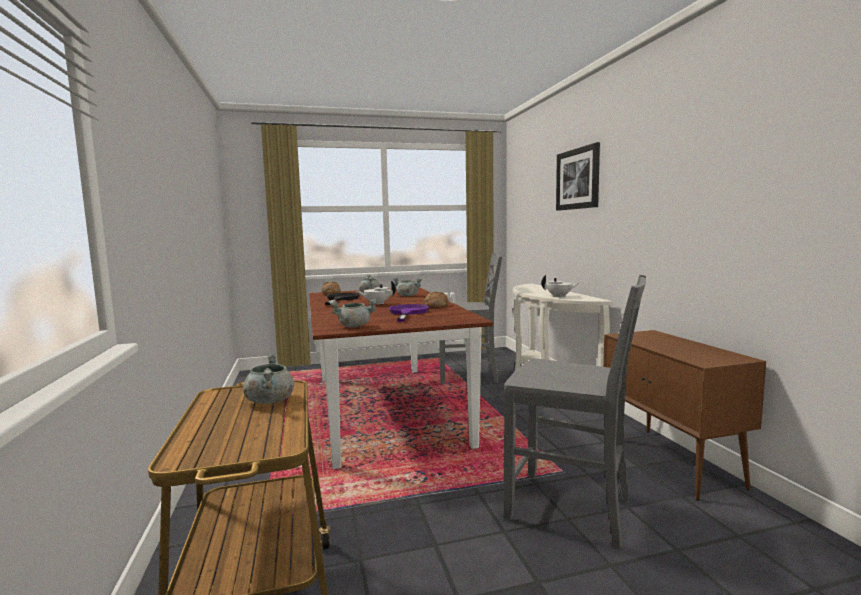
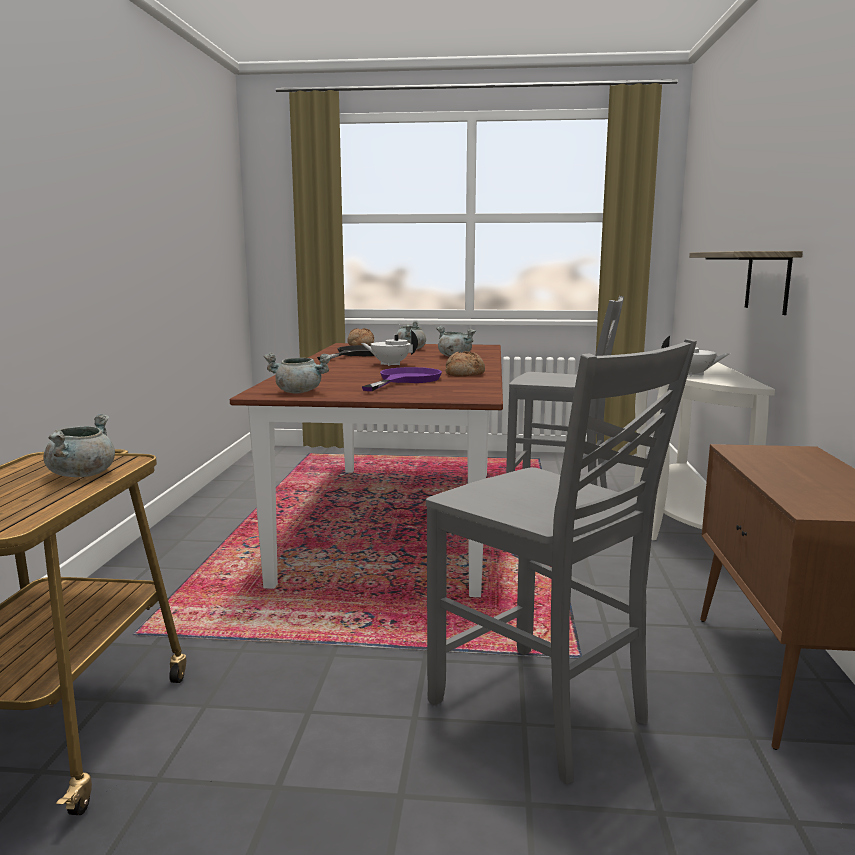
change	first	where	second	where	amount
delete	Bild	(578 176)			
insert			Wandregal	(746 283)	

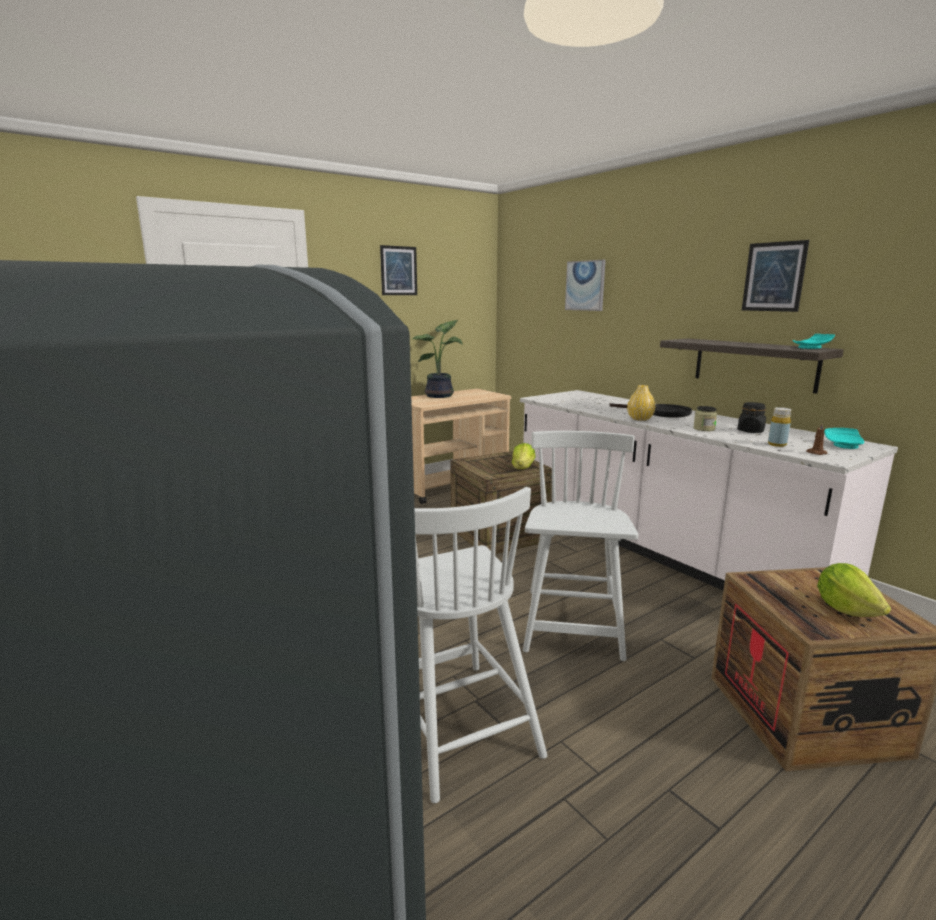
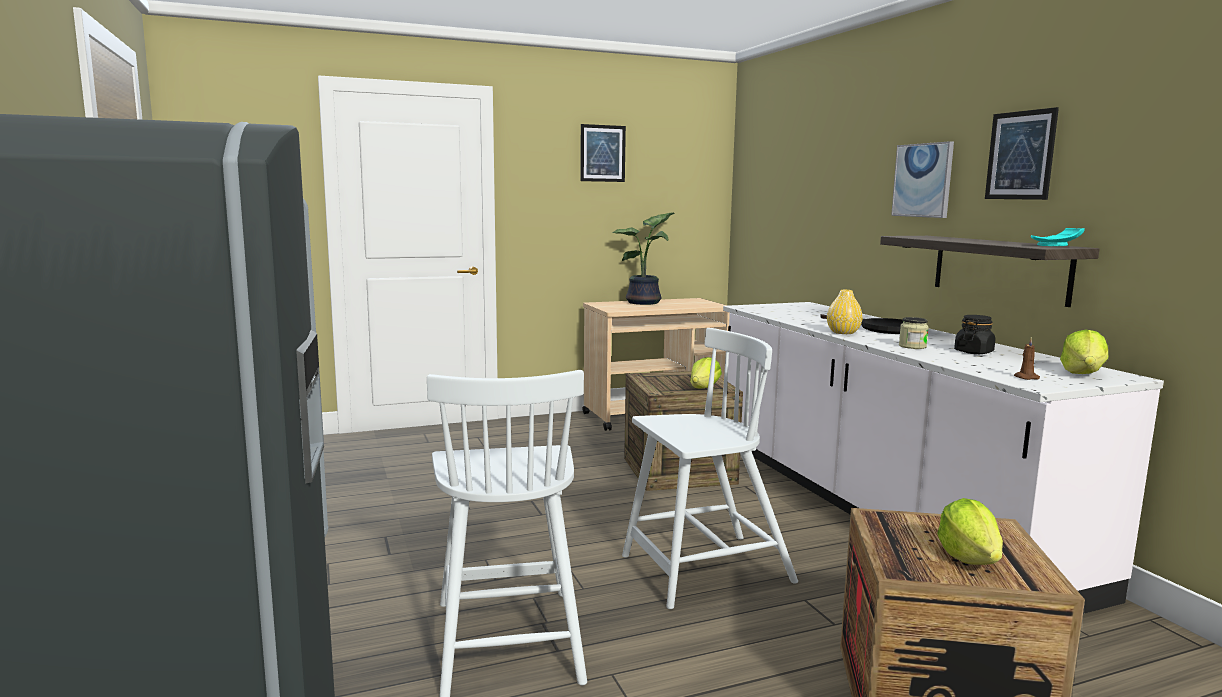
change	first	where	second	where	amount
move	Bild	(585 285)		(922 179)	
delete	Flasche/gelb	(779 427)			
replace	Teller/türkis	(844 438)	Salatkopf	(1084 351)	
rotate	Stuhl/weiß	(580 546)		(710 468)	45 degrees clockwise

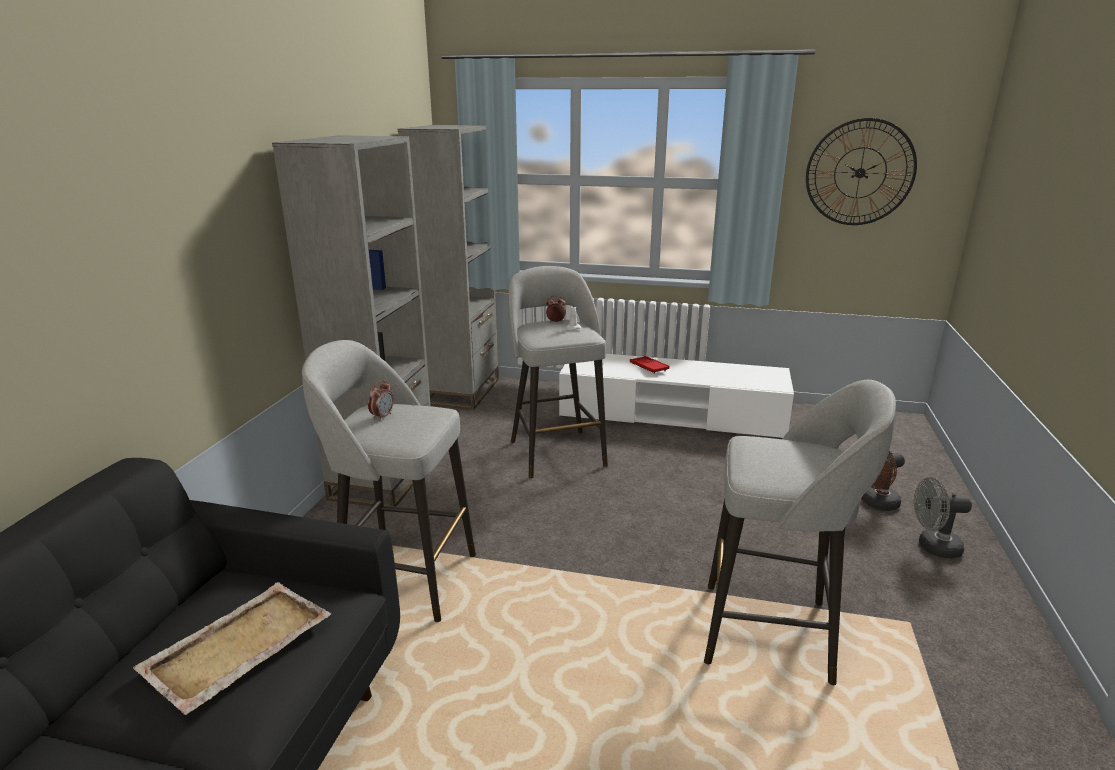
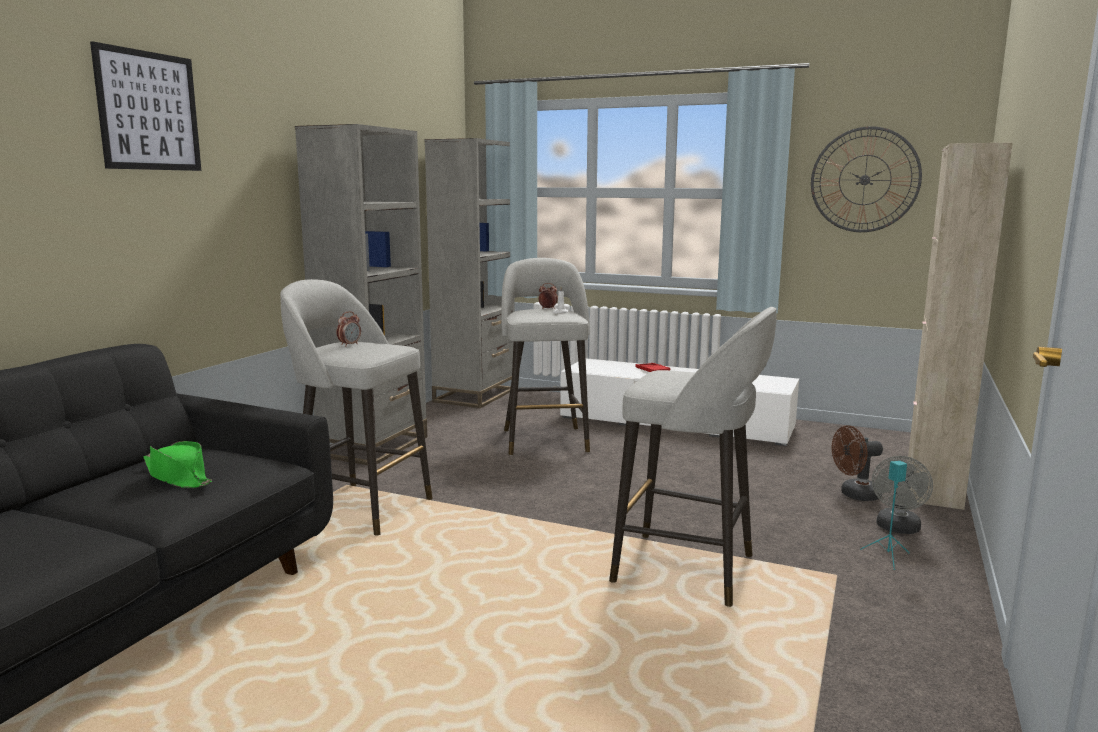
change	first	where	second	where	amount
rotate	Ventilator/grau	(942 517)		(902 495)	75 degrees counterclockwise
replace	Tablett/beige	(232 648)	Hut/grün	(177 464)	
insert			Bild	(145 106)	
insert			Schrank/beige	(960 326)	
insert			Lautsprecher/türkis	(884 515)	

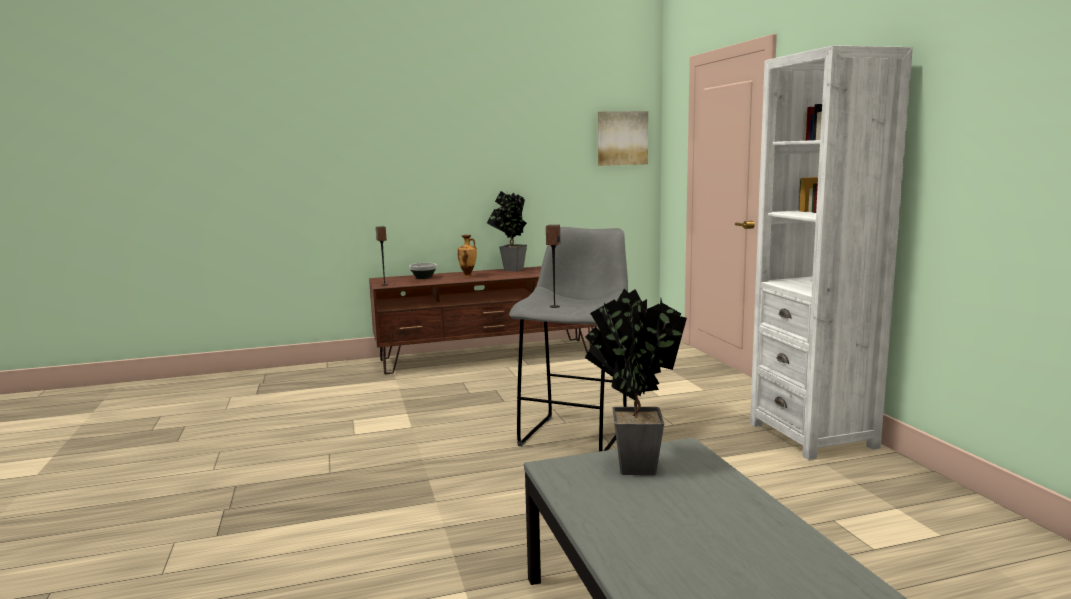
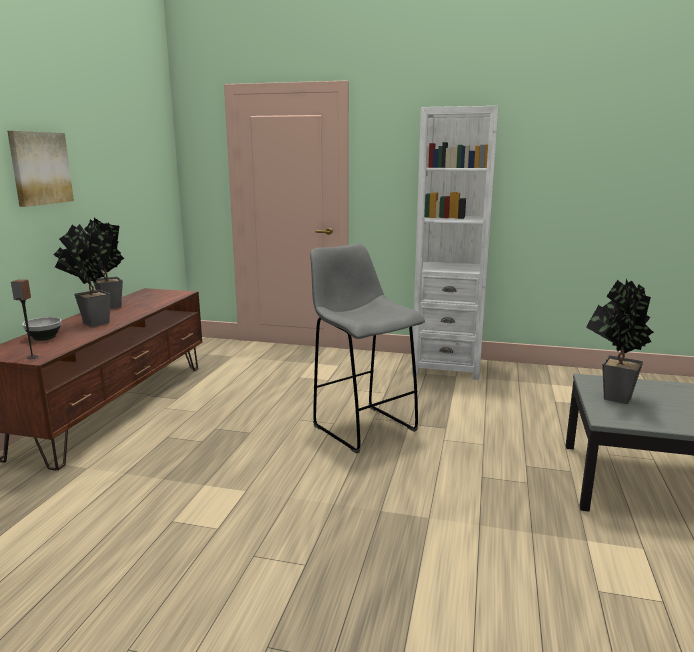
change	first	where	second	where	amount
move	Bild	(623 138)		(40 169)	
delete	Lautsprecher	(553 266)			
replace	Vase	(467 256)	Topfpflanze	(83 275)	

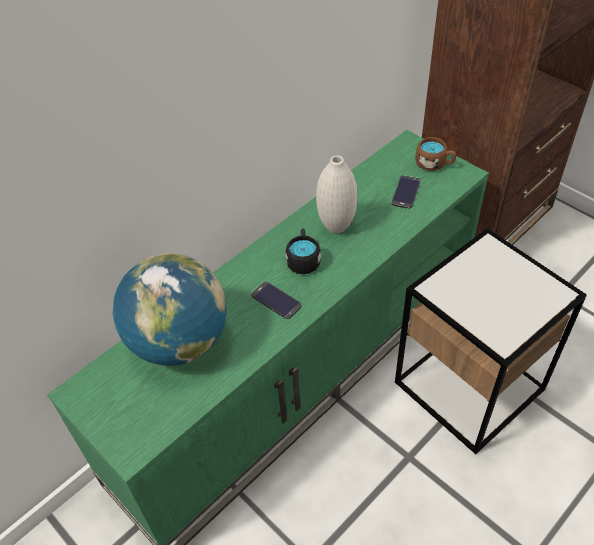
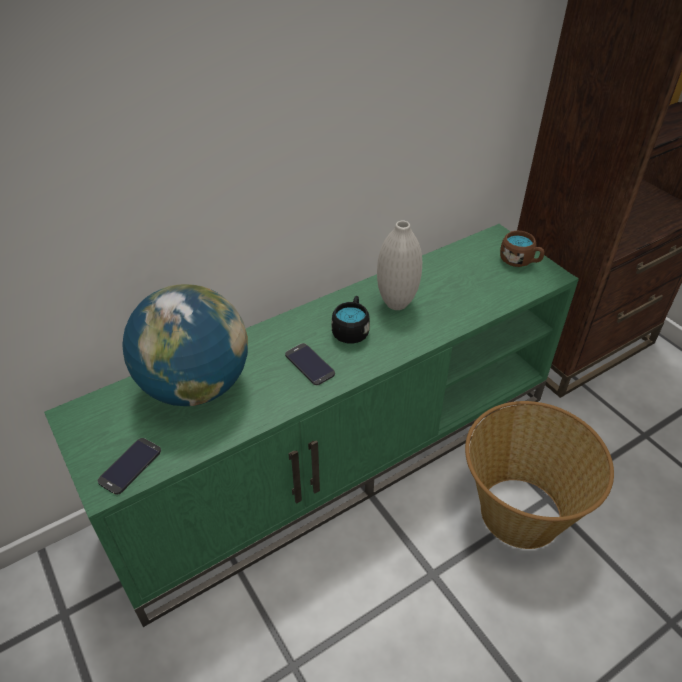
change	first	where	second	where	amount
move	Handy	(406 192)		(129 466)	
replace	Beistelltisch	(491 341)	Korb	(539 475)	

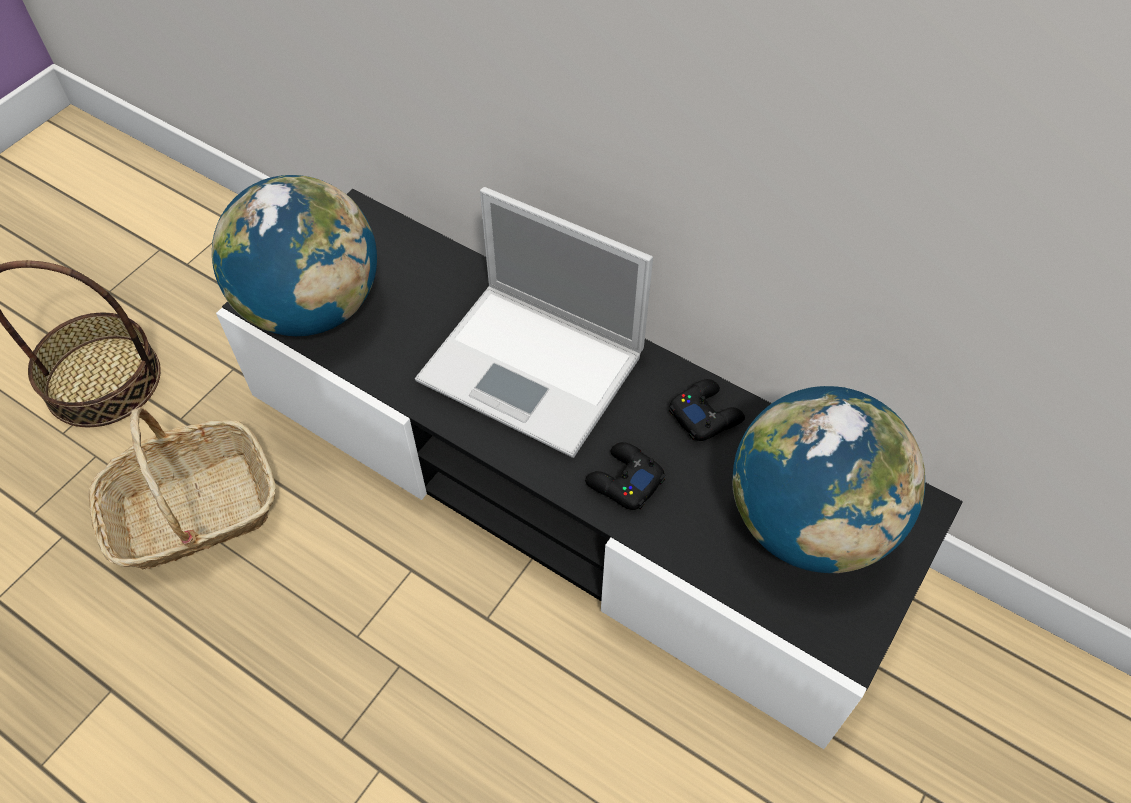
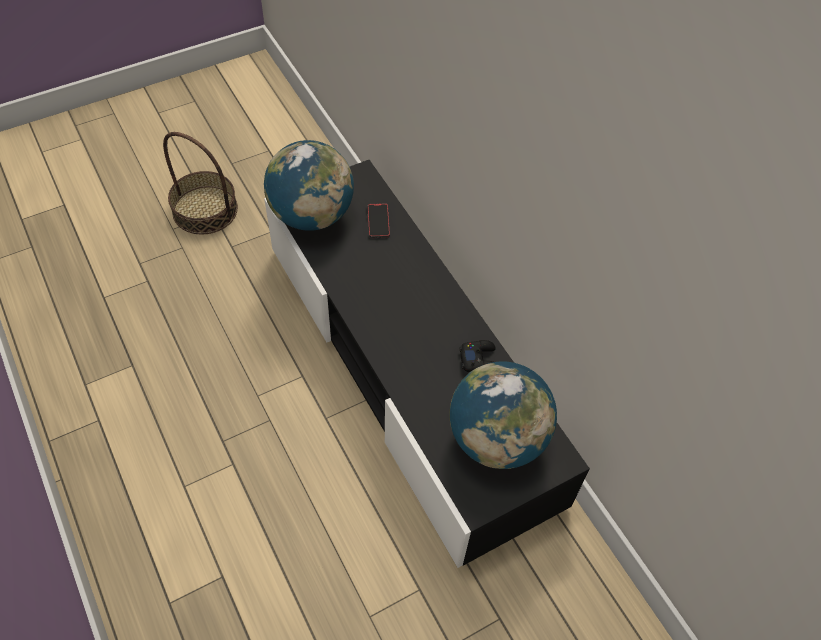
change	first	where	second	where	amount
delete	Laptop	(534 322)			
delete	Korb	(182 488)			
delete	Gamepad/schwarz	(625 476)			
insert			Handy	(379 220)	

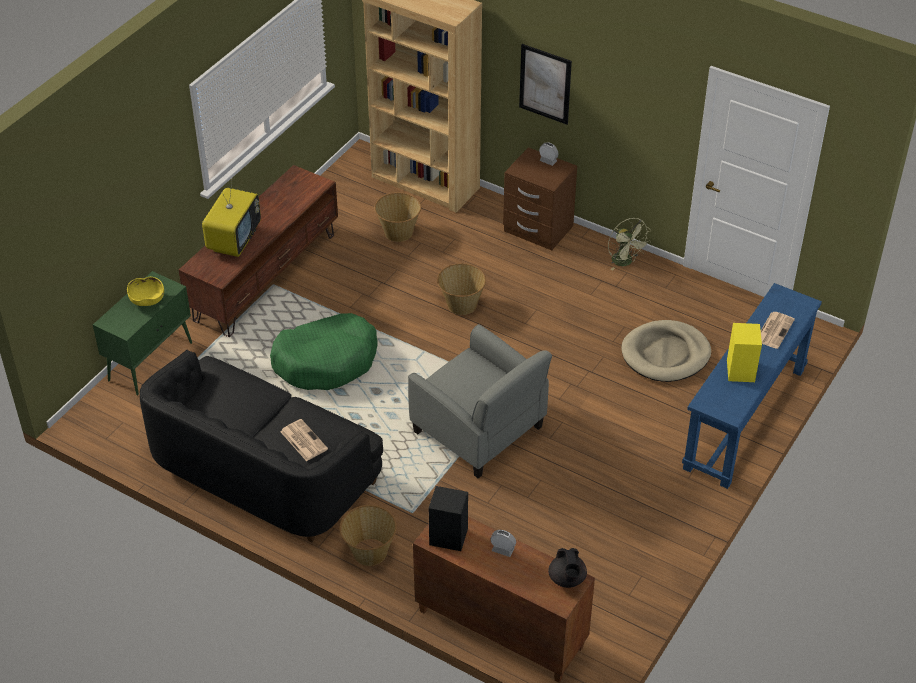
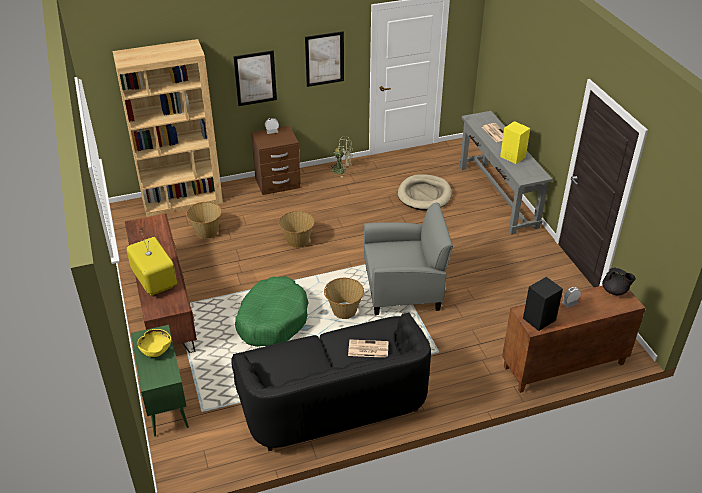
change	first	where	second	where	amount
recolor	Konsolentisch/blau	(752 386)	Konsolentisch/grau	(505 173)	
move	Korb	(368 535)		(344 298)	
insert			Bild	(324 59)	

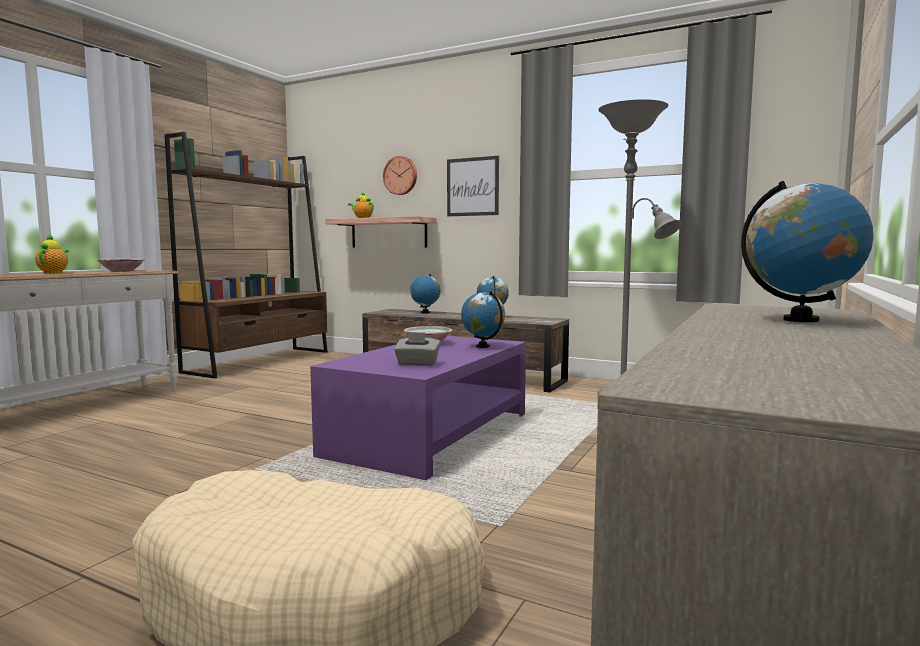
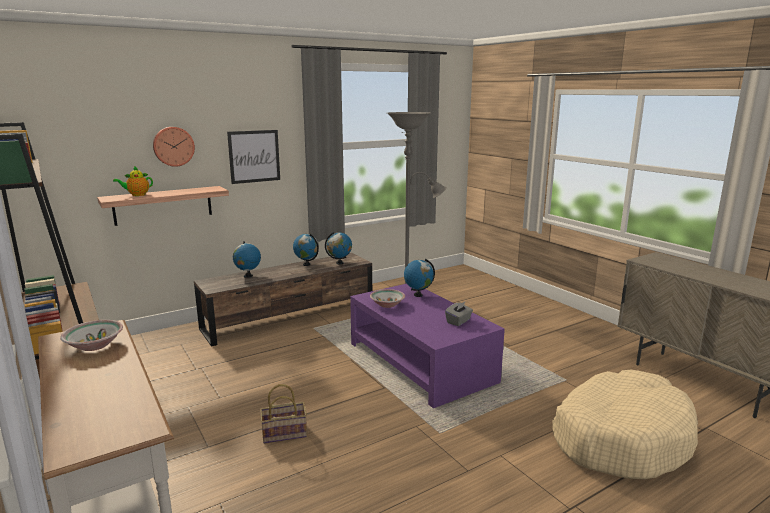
change	first	where	second	where	amount
move	Globus	(807 251)		(338 248)	
delete	Teekanne	(52 253)			
insert			Korb	(283 414)	

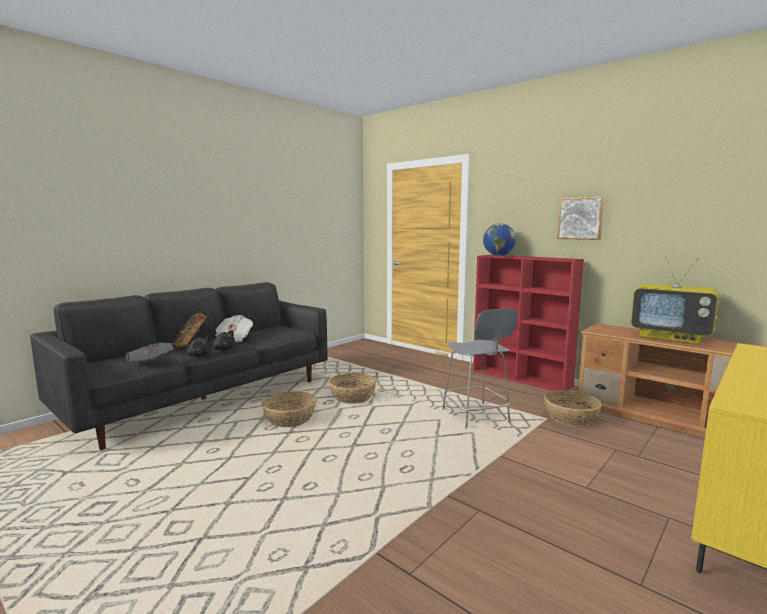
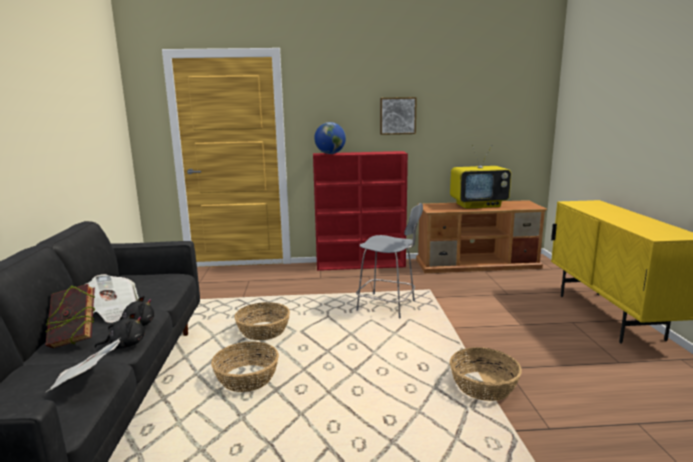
change	first	where	second	where	amount
move	Korb	(573 408)		(486 374)	

